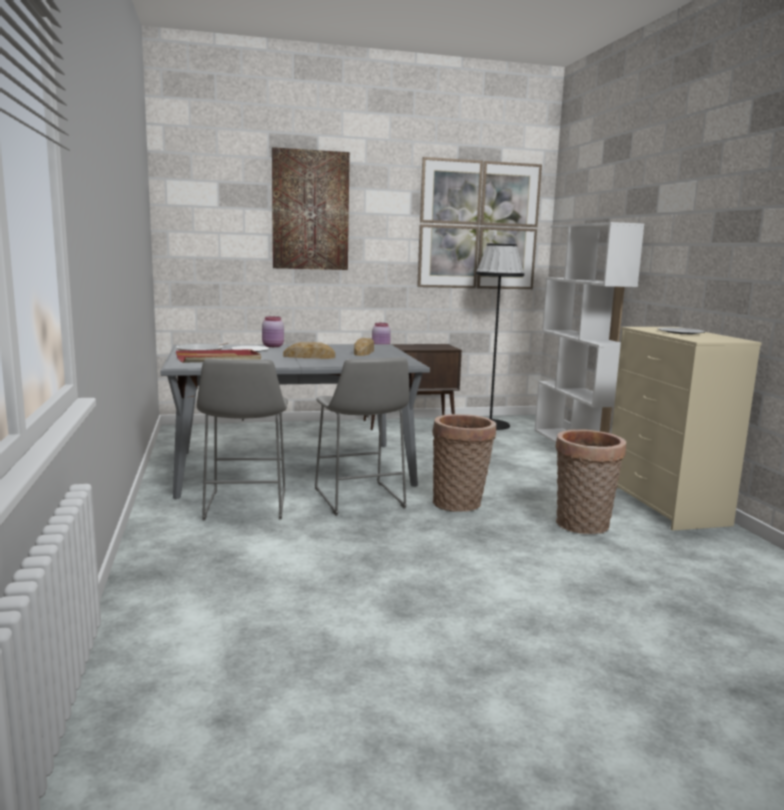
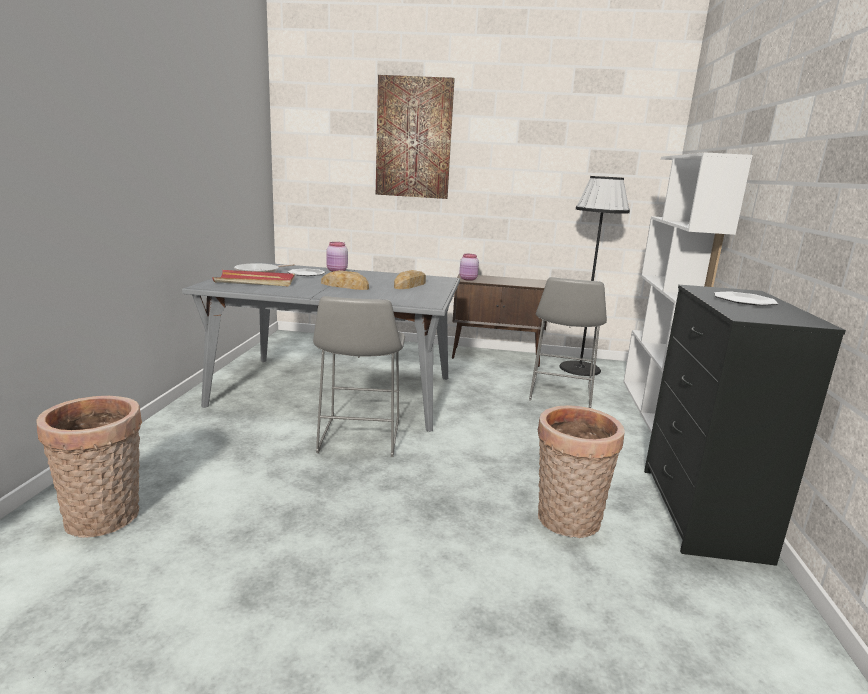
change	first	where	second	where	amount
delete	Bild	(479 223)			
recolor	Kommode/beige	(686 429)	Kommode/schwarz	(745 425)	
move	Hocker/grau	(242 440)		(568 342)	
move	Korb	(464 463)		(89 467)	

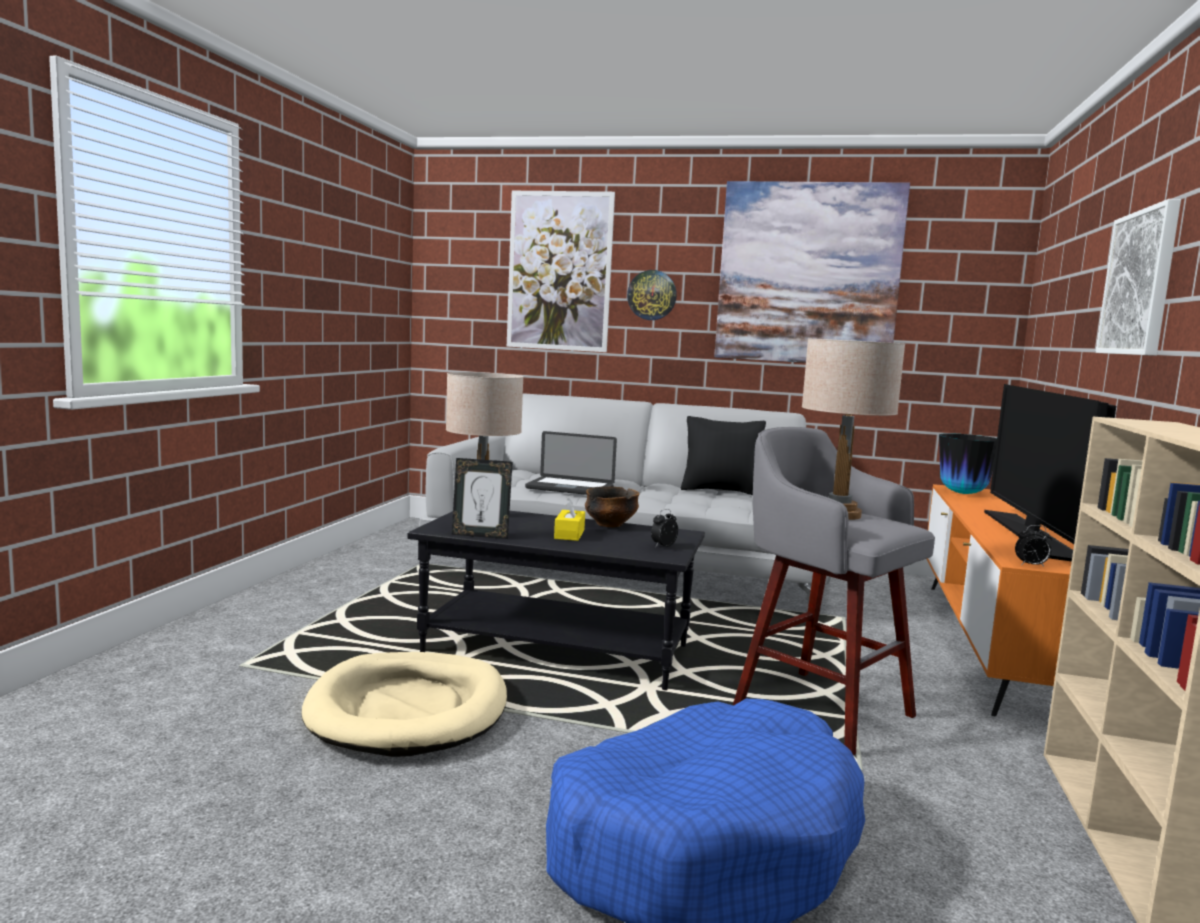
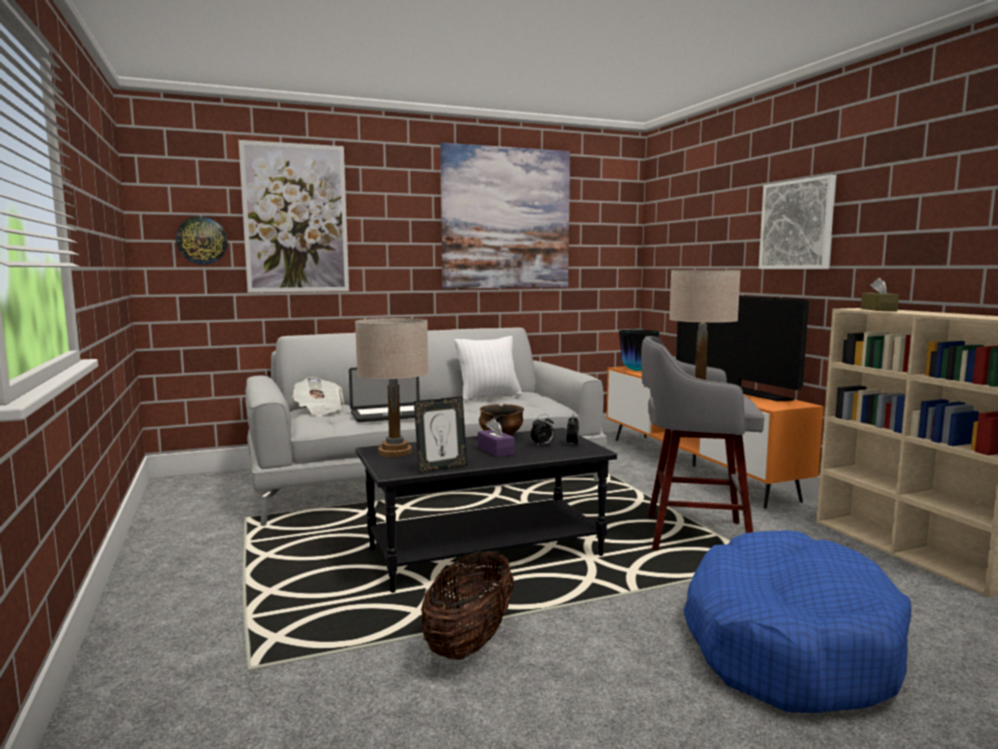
change	first	where	second	where	amount
move	Wanduhr	(652 295)		(202 241)	
recolor	Kissen/schwarz	(723 455)	Kissen/weiß	(488 368)	
recolor	Taschentuchbox/gelb	(569 518)	Taschentuchbox/lila	(496 437)	
move	Wecker	(1034 546)		(542 430)	
replace	Hundebett/beige	(404 704)	Korb	(467 605)	
insert			Taschentuchbox/braun	(880 294)	
insert			Zeitung	(318 396)	

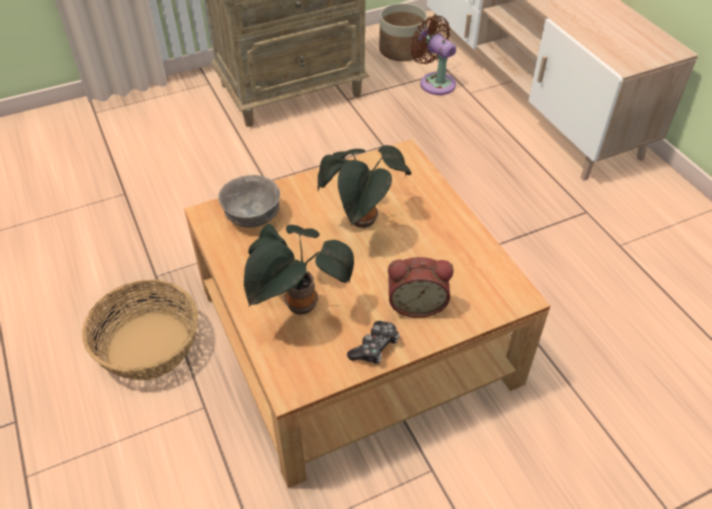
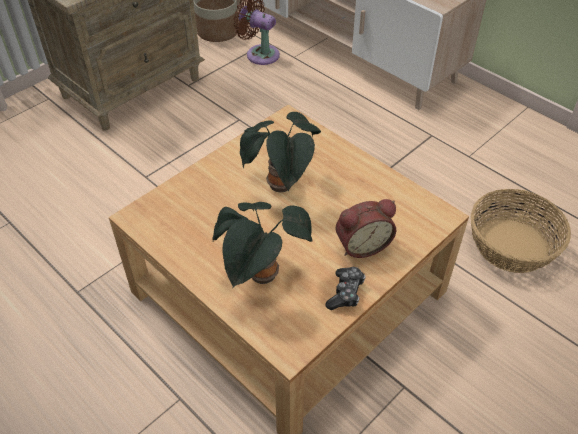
change	first	where	second	where	amount
delete	Schüssel/grau	(249 201)			
move	Korb	(140 330)		(521 231)	

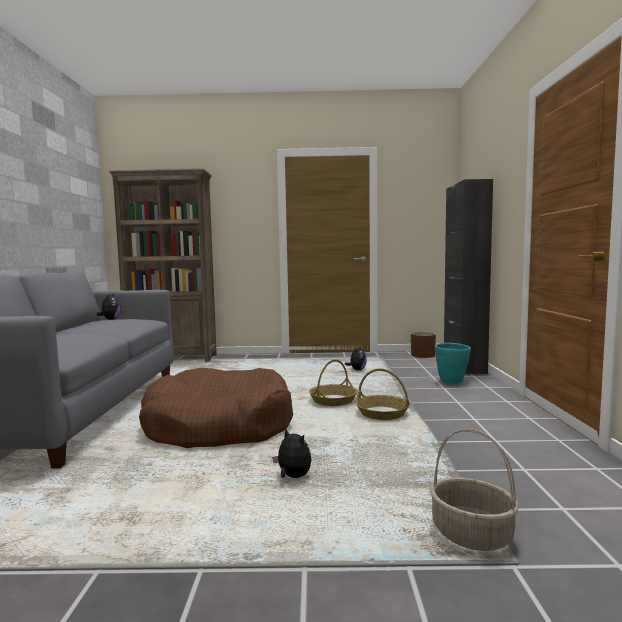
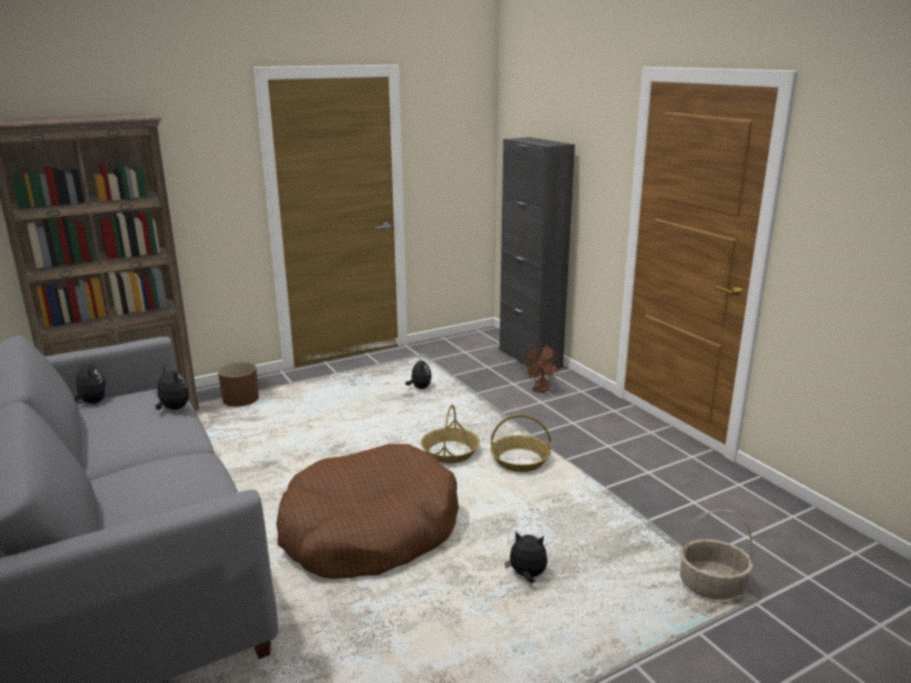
change	first	where	second	where	amount
move	Pflanzkübel/braun	(423 345)		(238 384)	
replace	Pflanzkübel/türkis	(453 363)	Ventilator/braun	(540 368)	
insert			Plüschtier	(171 388)	

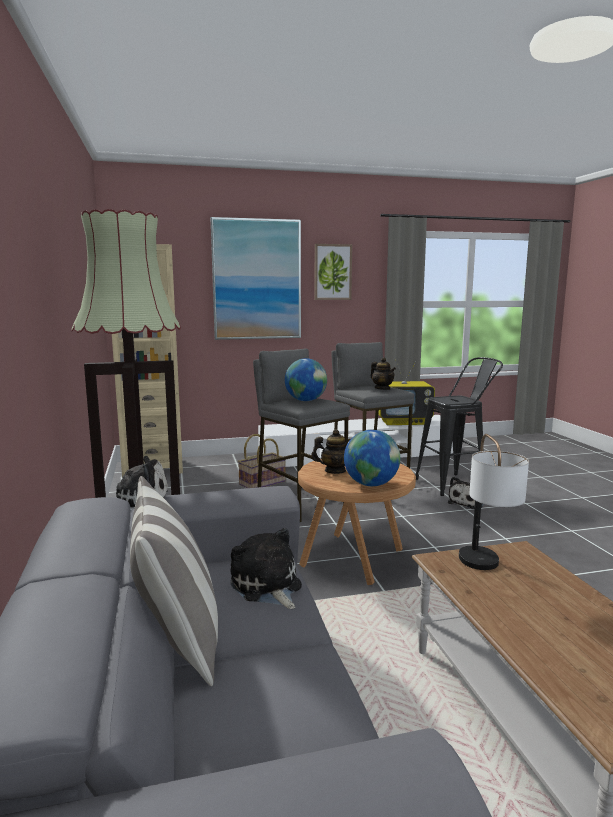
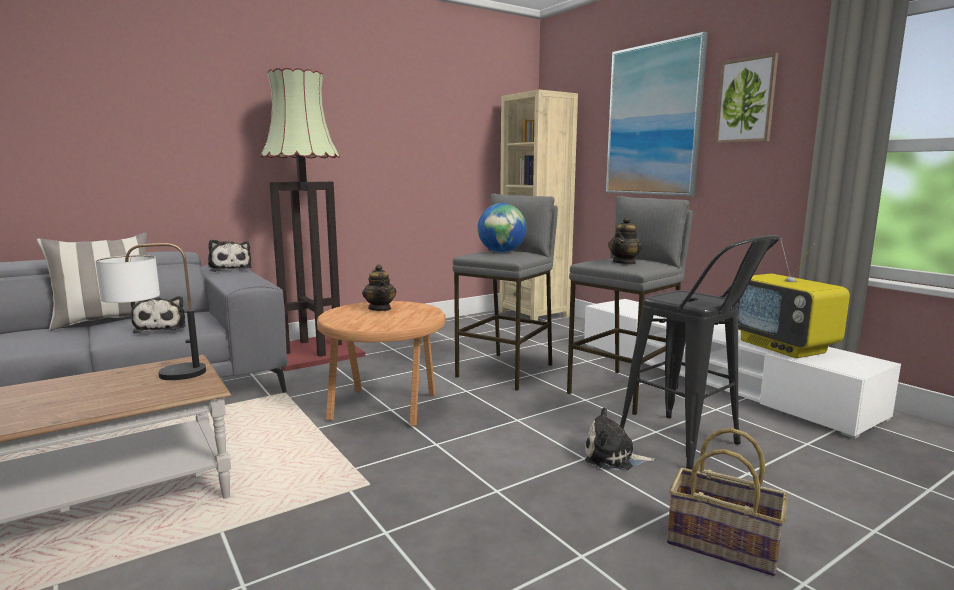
change	first	where	second	where	amount
delete	Globus	(372 458)			
move	Korb	(262 461)		(727 502)	
rotate	Plüschtier	(266 568)		(158 314)	120 degrees clockwise

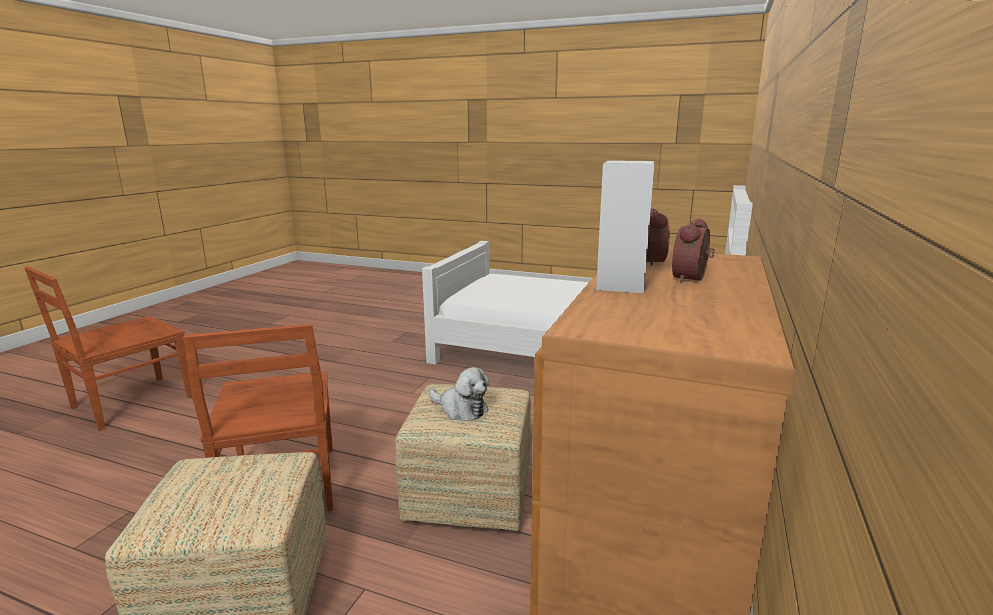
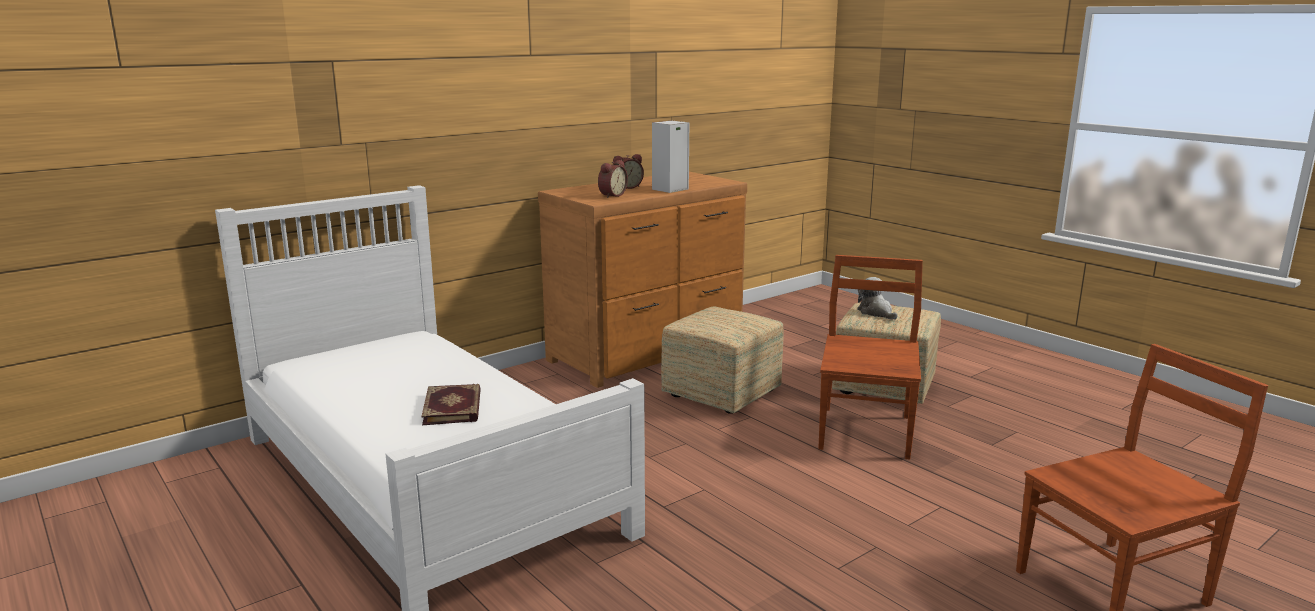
change	first	where	second	where	amount
move	Plüschtier	(459 394)		(877 298)	
insert			Buch	(451 404)	

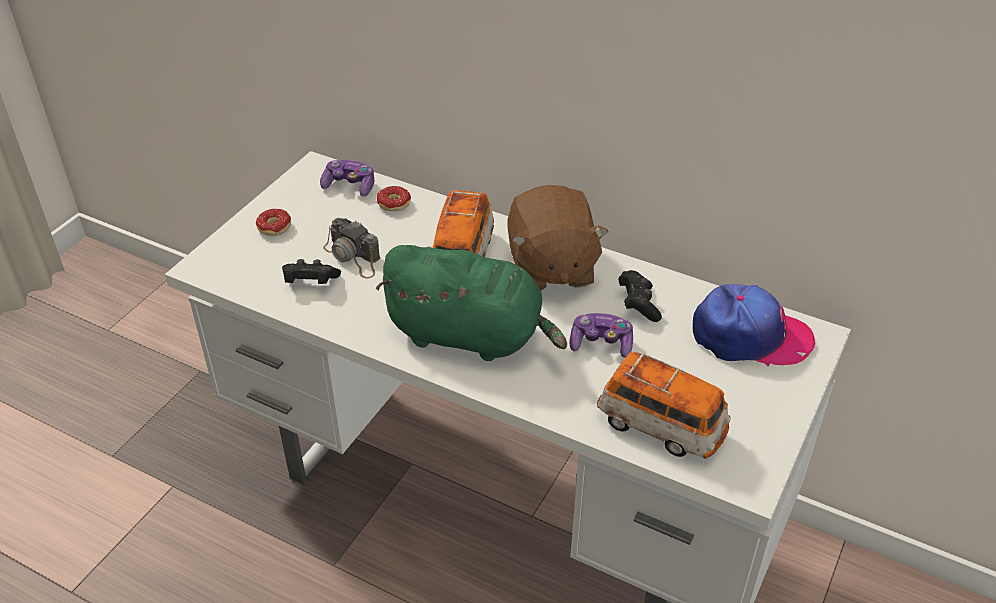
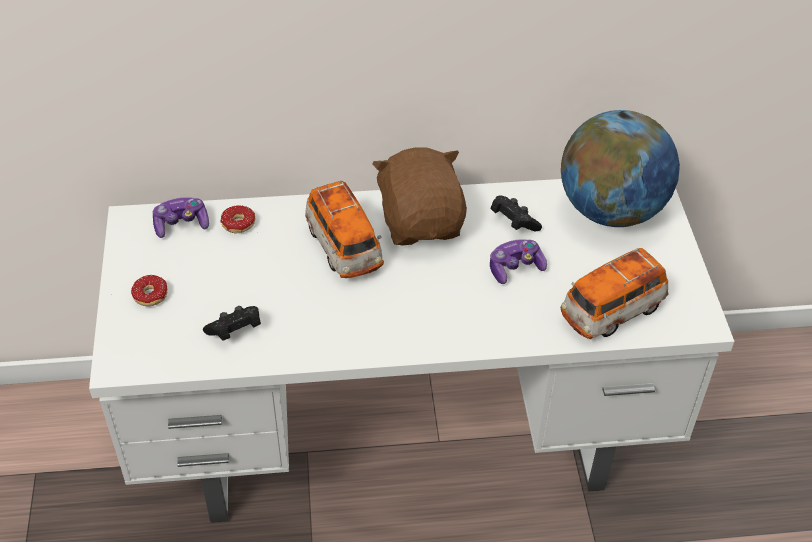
change	first	where	second	where	amount
rotate	Plüschtier/braun	(558 237)		(419 196)	150 degrees counterclockwise
delete	Kamera	(351 248)			
delete	Plüschtier/grün	(471 303)			
replace	Kappe	(753 325)	Globus	(620 168)	
rotate	Spielzeugauto	(664 405)		(615 293)	150 degrees clockwise

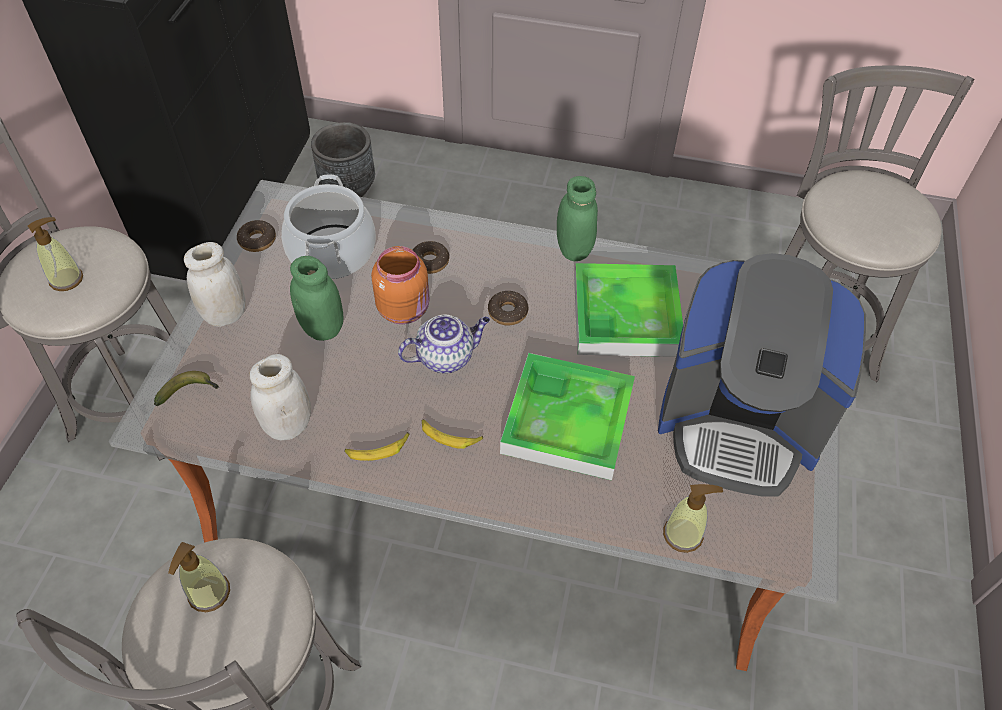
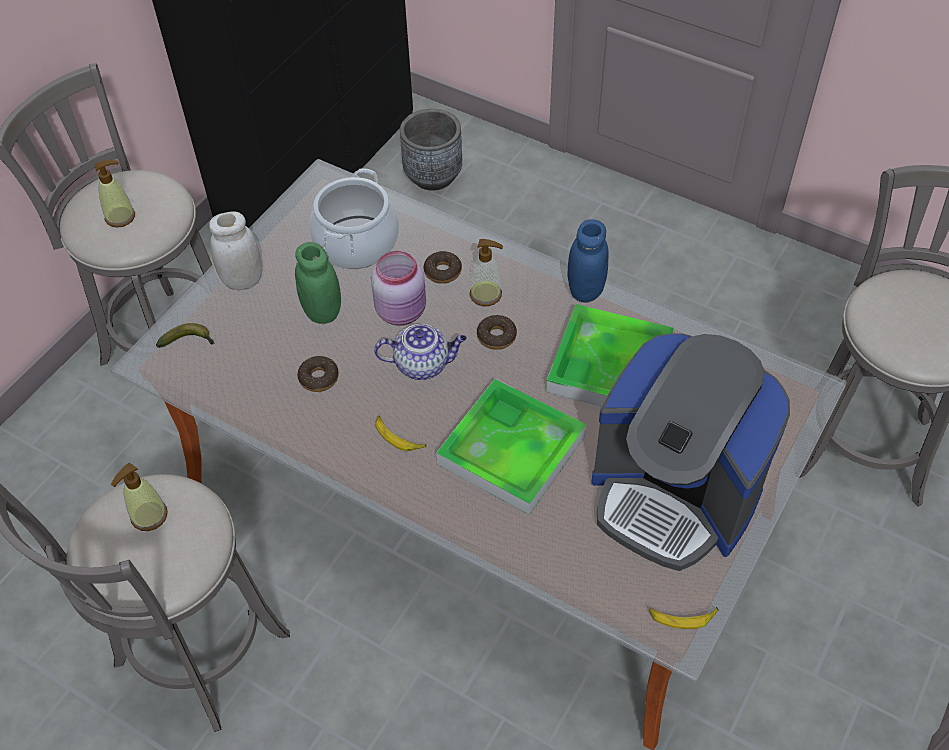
change	first	where	second	where	amount
recolor	Vorratsglas/grün	(577 218)	Vorratsglas/blau	(588 260)	
move	Donut	(256 236)		(318 374)	
recolor	Vorratsglas/orange	(400 285)	Vorratsglas/rosa	(398 288)	
delete	Vorratsglas/weiß	(280 397)			
move	Banane	(377 446)		(684 618)	
move	Seifenspender	(693 518)		(486 272)	

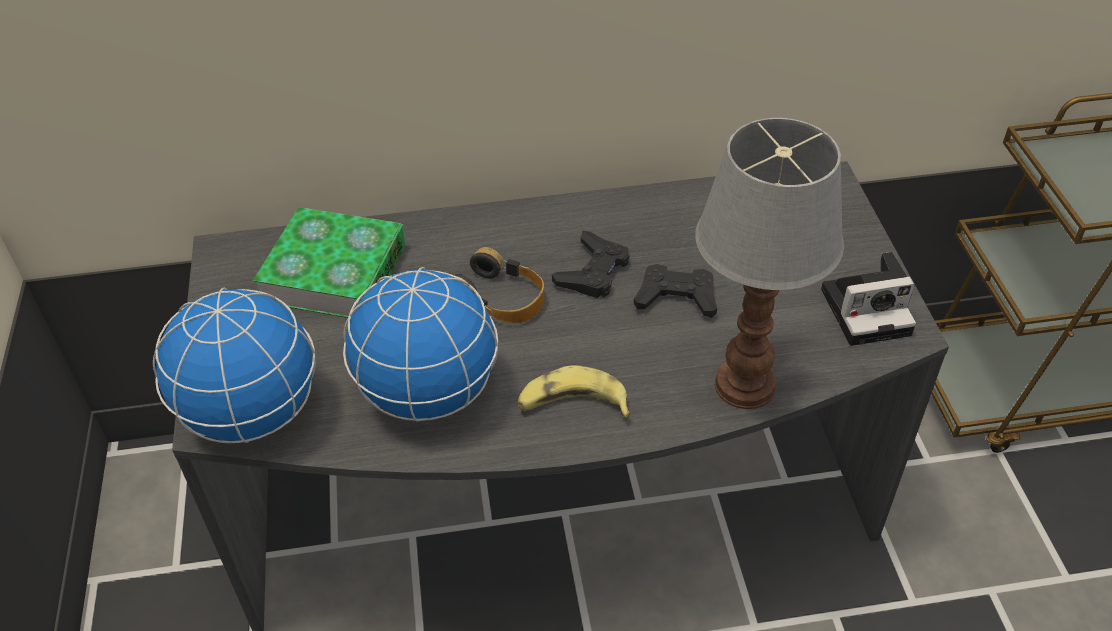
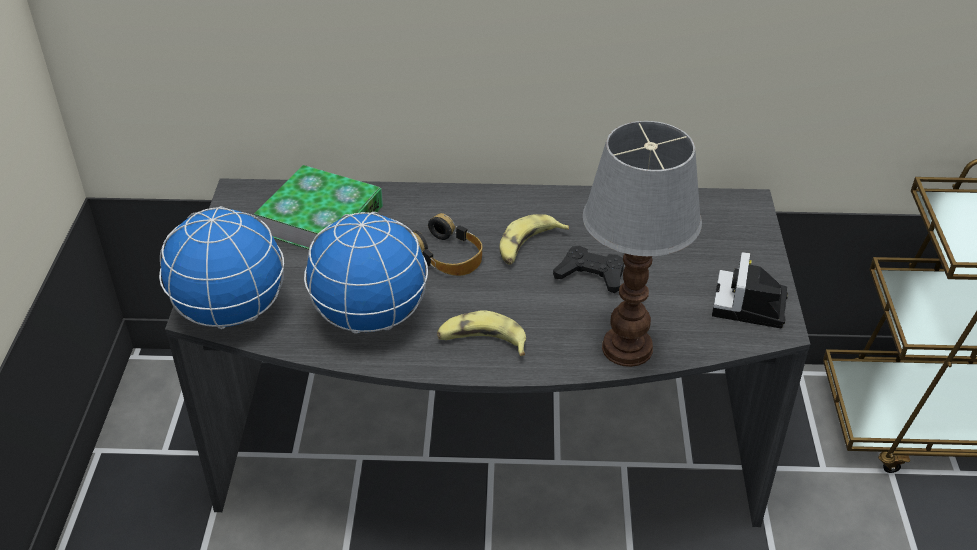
change	first	where	second	where	amount
replace	Gamepad/schwarz	(591 264)	Banane	(534 239)	
rotate	Kamera	(868 299)		(750 290)	105 degrees clockwise

